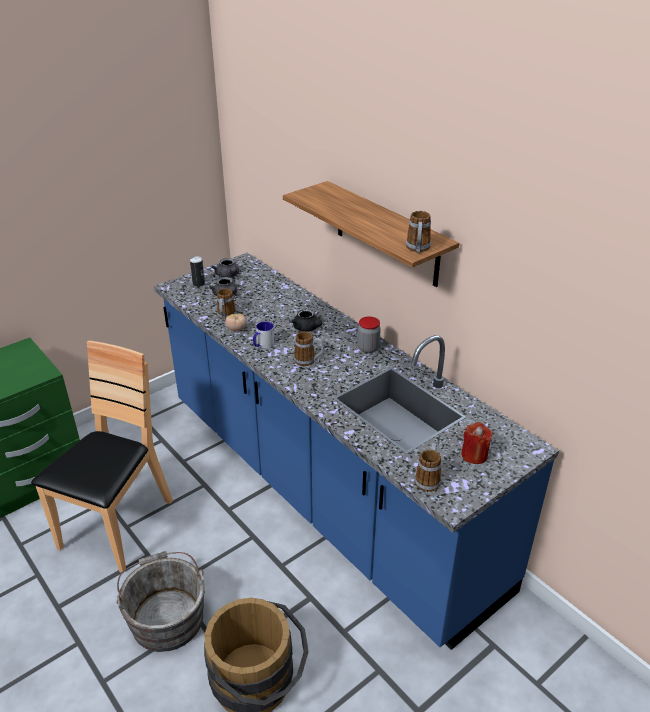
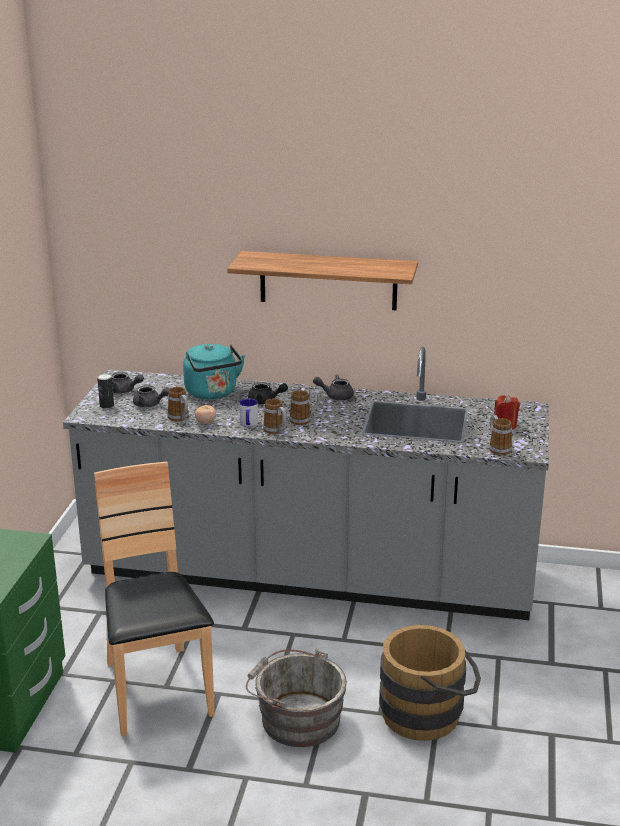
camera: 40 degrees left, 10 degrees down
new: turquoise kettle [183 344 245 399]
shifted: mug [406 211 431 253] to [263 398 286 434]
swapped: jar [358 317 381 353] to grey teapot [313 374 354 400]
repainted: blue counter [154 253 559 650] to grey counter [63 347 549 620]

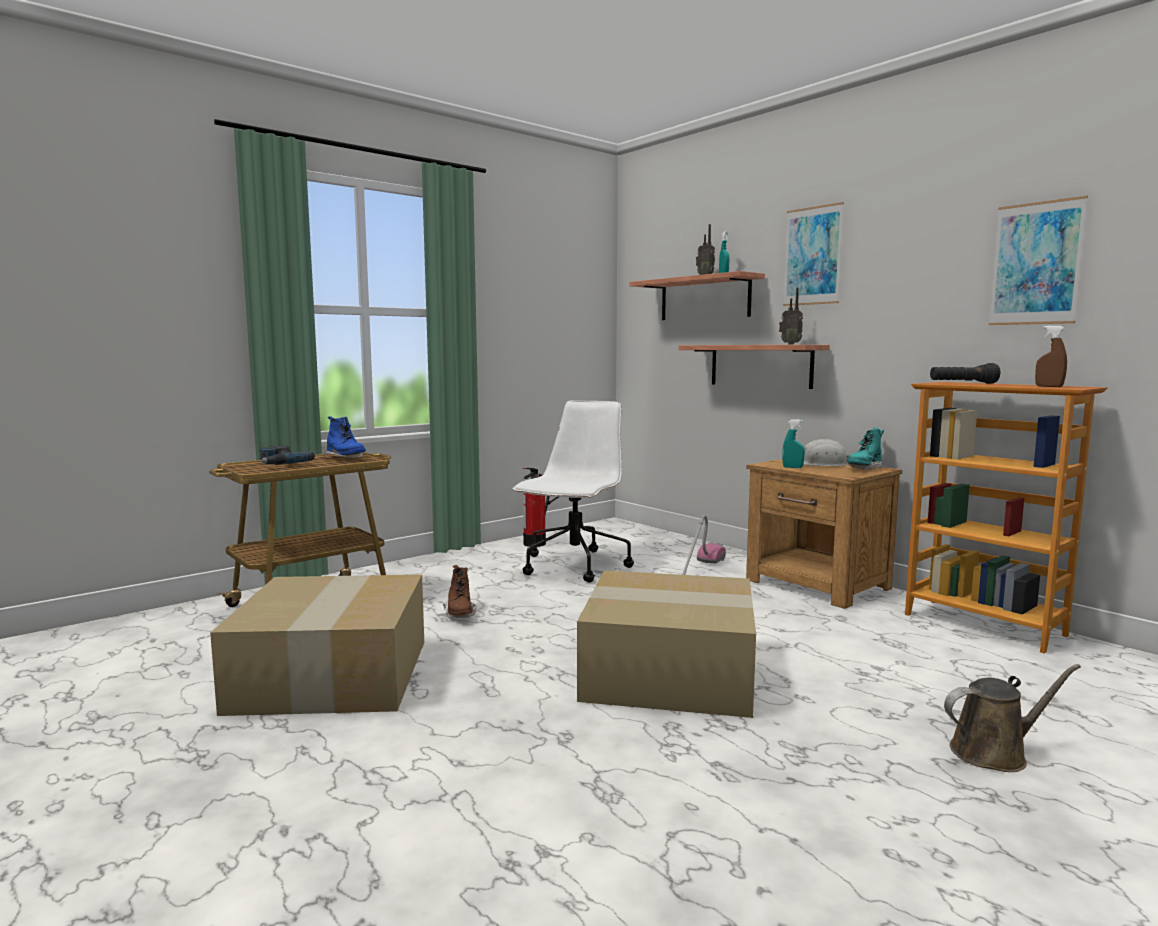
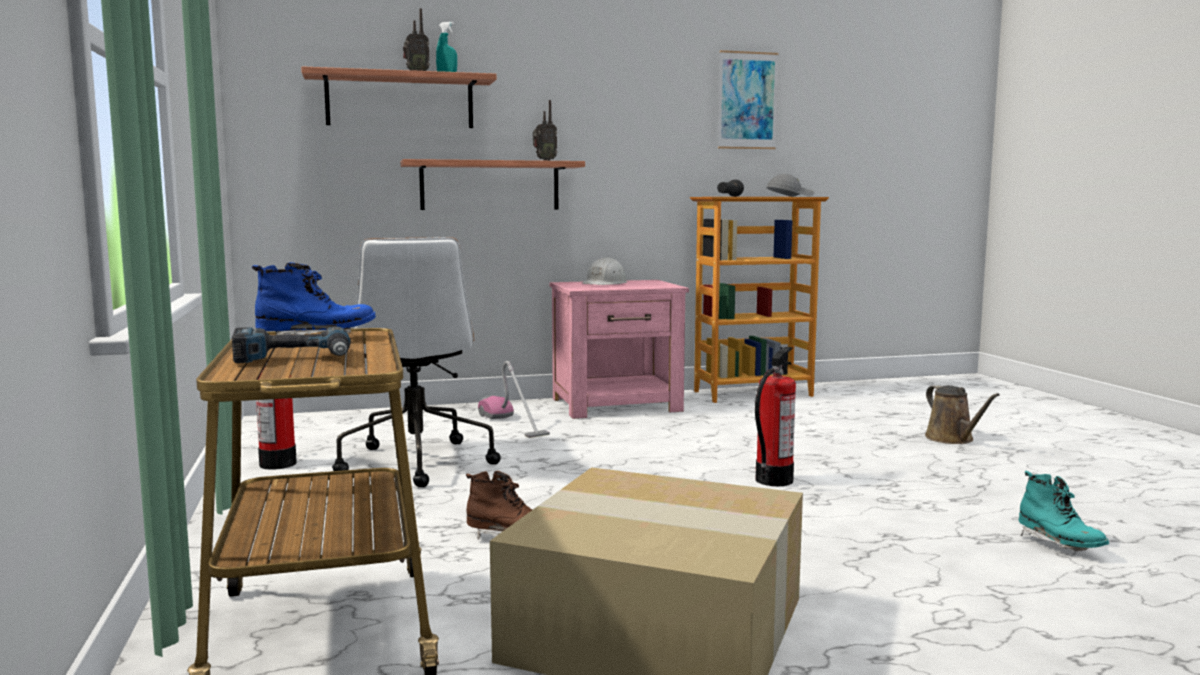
camera: 65 degrees left, 0 degrees up
gone: picture [783 202 844 306]; turquoise spray bottle [782 419 805 468]
shifted: turquoise boot [846 427 884 470] to [1019 471 1109 551]
swapped: brown spray bottle [1035 326 1067 387] to grey cap [766 174 814 197]; cardboard box [577 570 756 718] to fire extinguisher [755 347 796 486]
repainted: brown nightstand [746 459 902 609] to pink nightstand [549 280 689 419]
rotated: white office chair [513 400 634 583] = [332 237 501 487] 150 degrees counterclockwise; brown watering can [944 664 1081 772] = [925 385 1000 444] 150 degrees clockwise

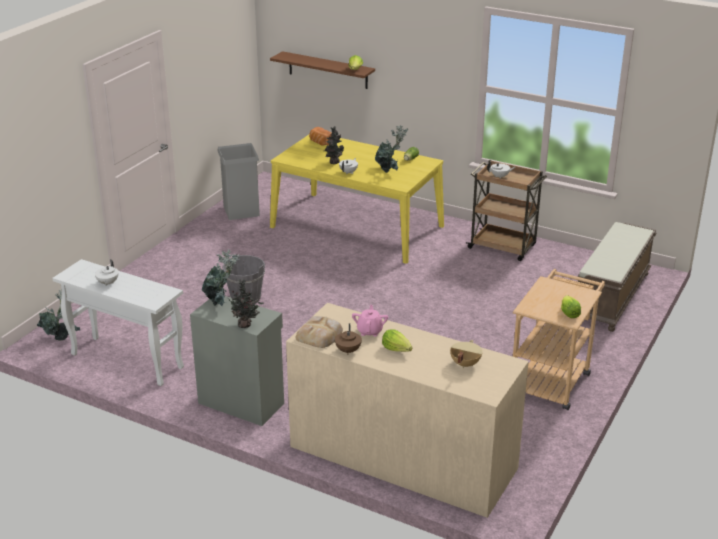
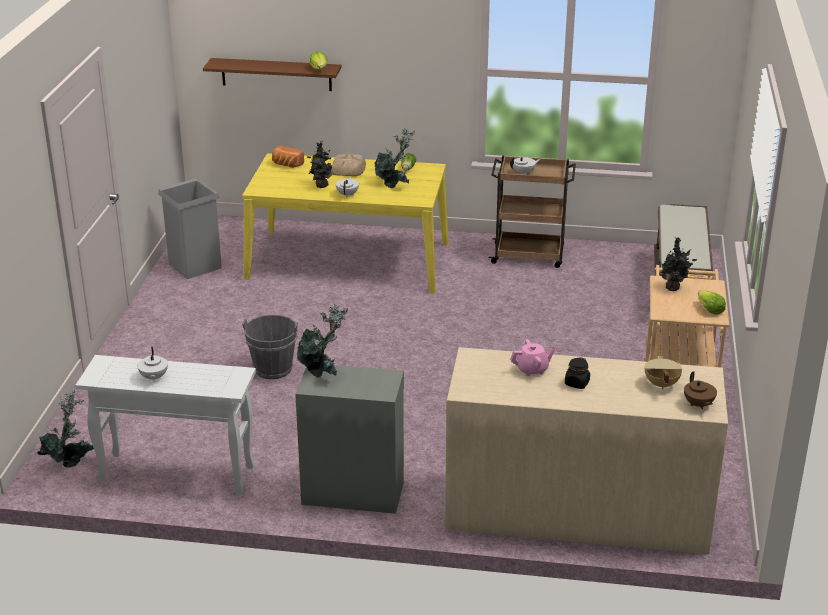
camera: 20 degrees left, 0 degrees up
shifted: potted plant [227 279 263 328] to [657 237 697 291]; bread [296 316 343 348] to [331 154 366 176]; brown teapot [335 323 362 355] to [684 371 717 409]
swapped: lettuce [382 329 412 352] to black jar [565 357 590 389]
rotated: pink teapot [352 305 388 337] = [510 339 556 376] 90 degrees clockwise

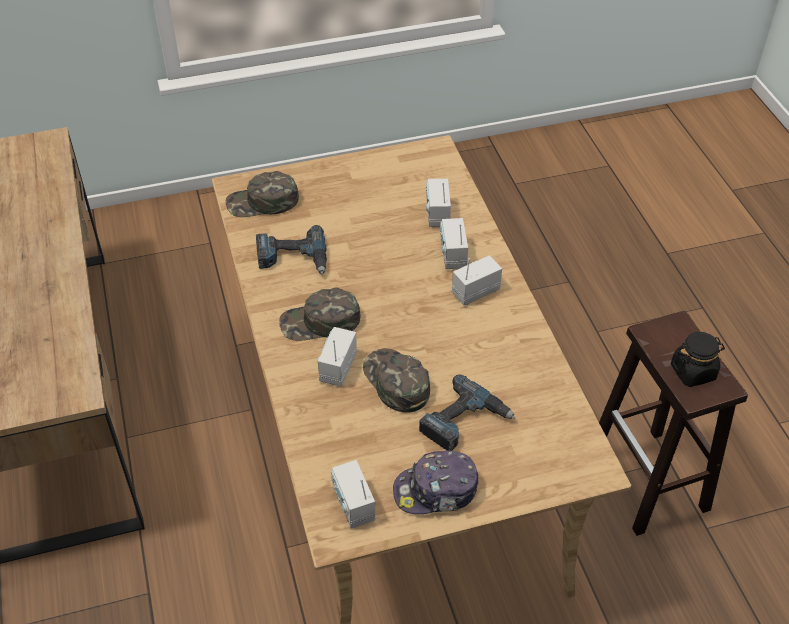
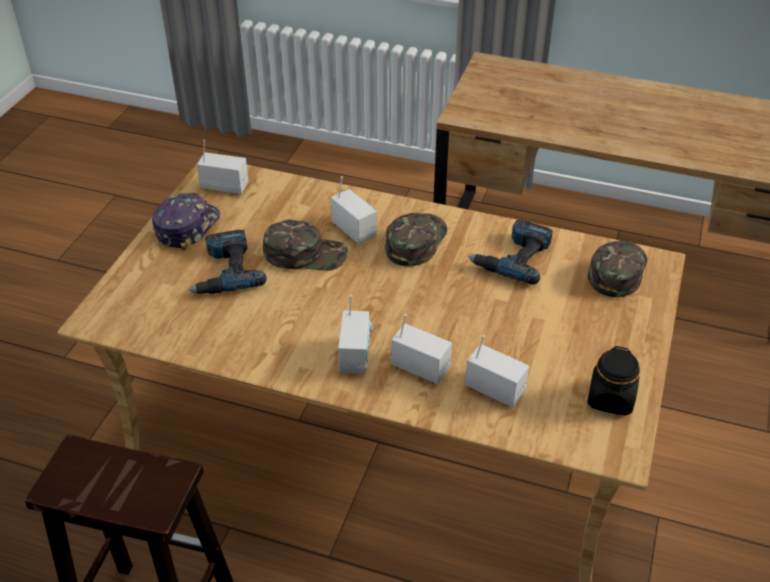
camera: 125 degrees right, 5 degrees down
shifted: black jar [671 332 725 387] to [587 346 640 416]

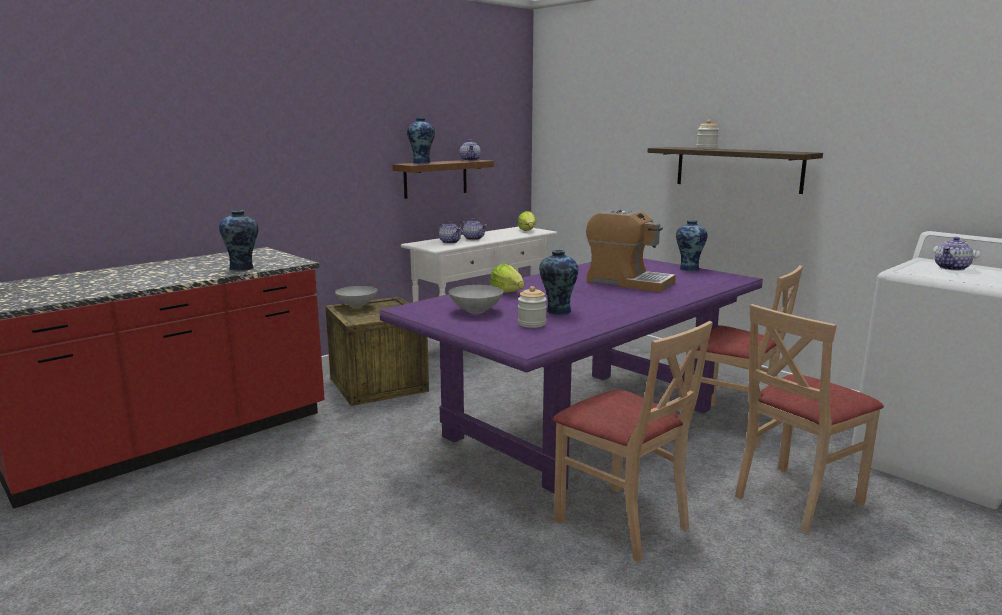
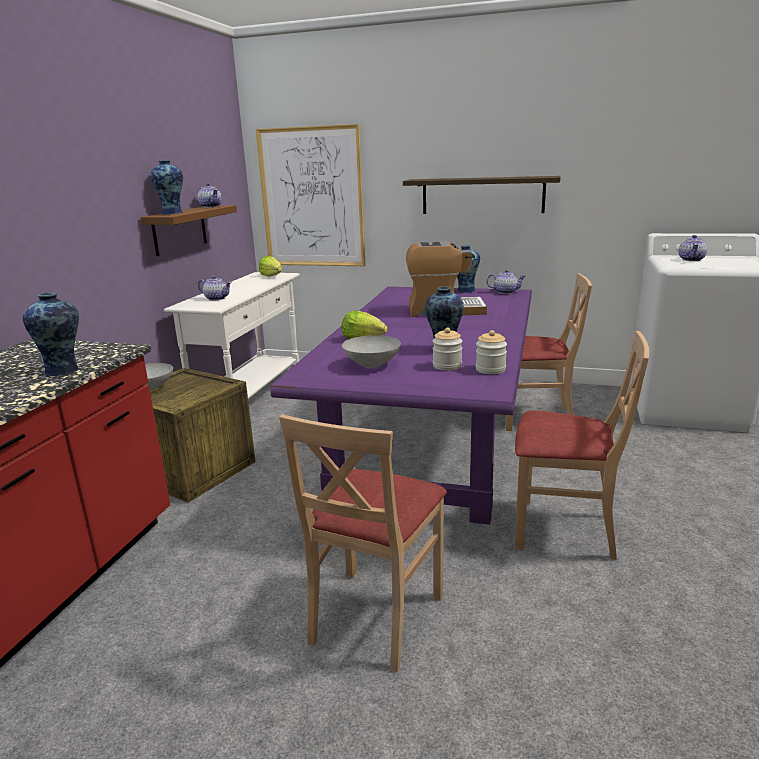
camera: 30 degrees left, 5 degrees up
new: picture [256 124 366 266]
shifted: jar [696 120 719 149] to [476 330 507 374]; teapot [459 218 487 240] to [487 270 526 294]; beige chair [735 304 884 533] to [279 414 447 672]

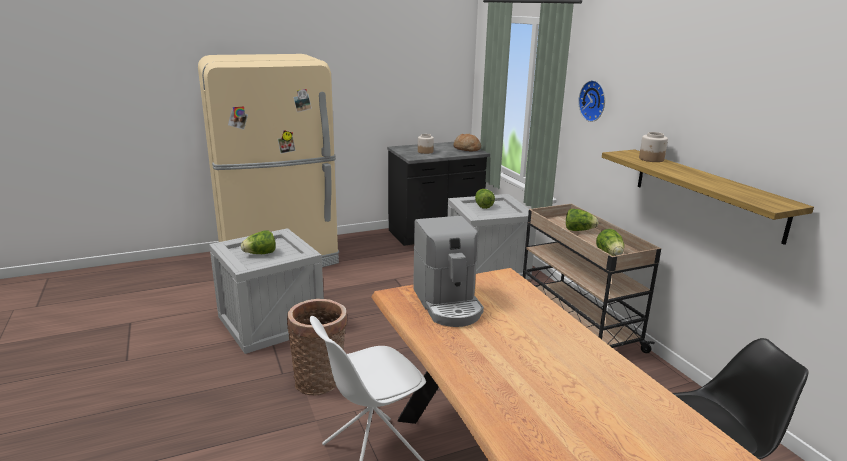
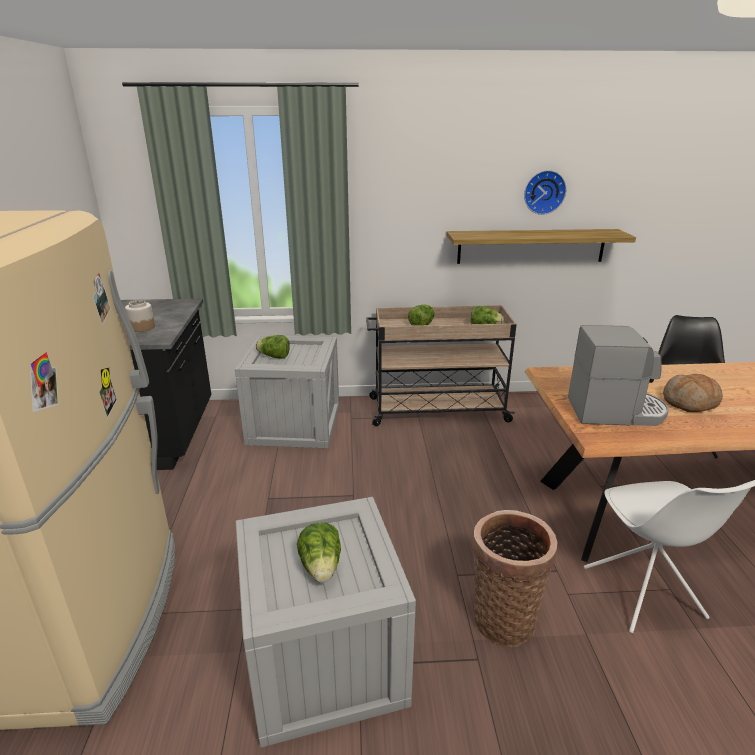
camera: 70 degrees left, 5 degrees up
gone: jar [639 132 668 162]
shifted: wall clock [578 80 605 122] to [524 170 566 215]; bread [453 134 481 152] to [663 374 723 412]

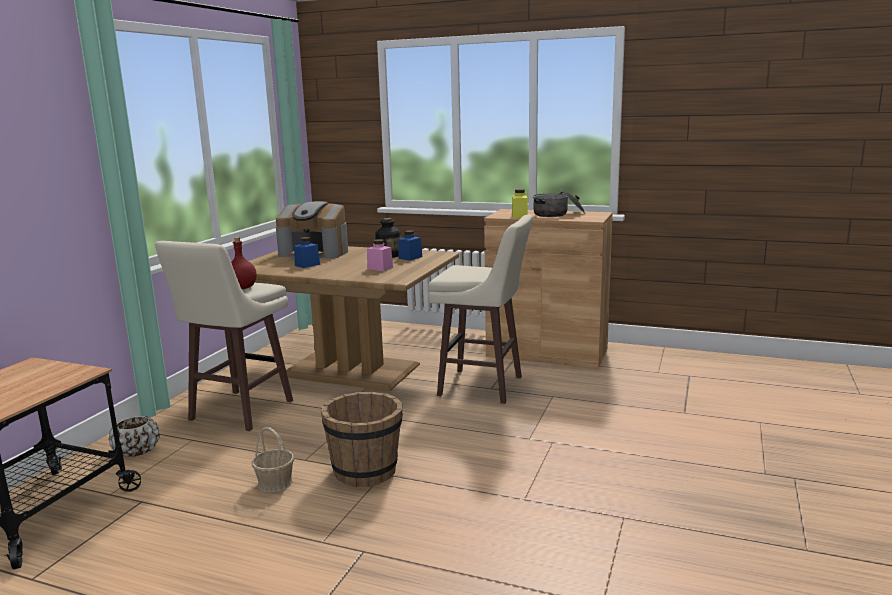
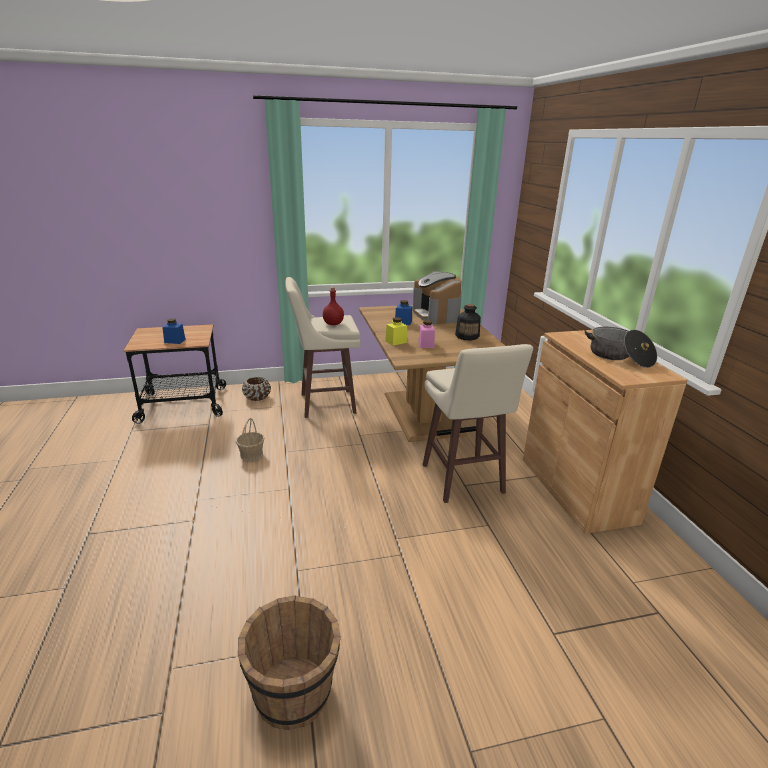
camera: 55 degrees right, 10 degrees up
shifted: yellow jar [512 189 528 218] to [385 317 407 346]; blue jar [398 230 422 261] to [162 318 186 344]; brown bucket [321 392 403 487] to [238 595 341 730]

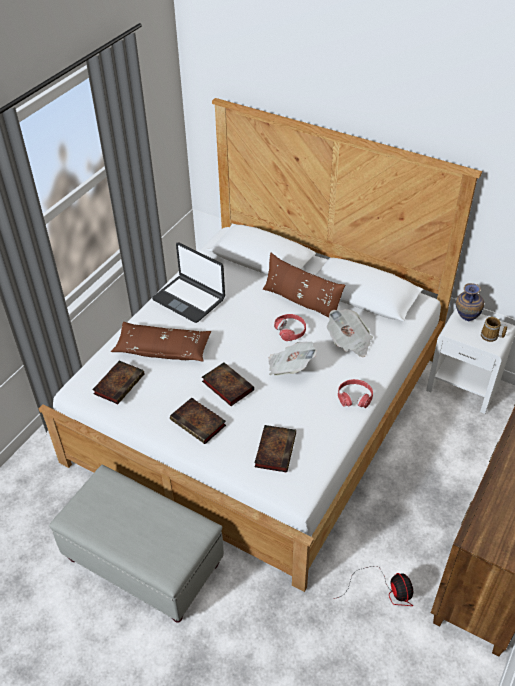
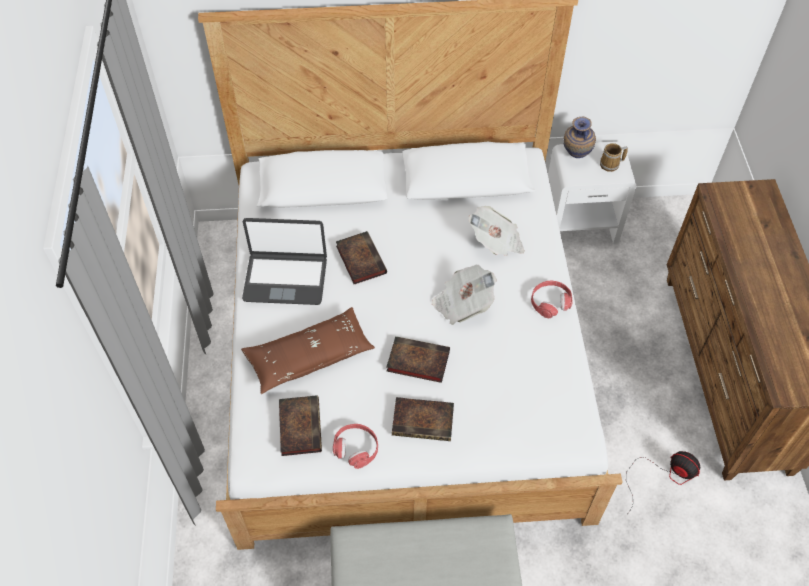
camera: 35 degrees left, 10 degrees up
gone: brown pillow [263 253 345 318]
shifted: red headphones [274 314 306 341] to [333 424 378 469]; book [254 425 296 472] to [336 231 387 284]

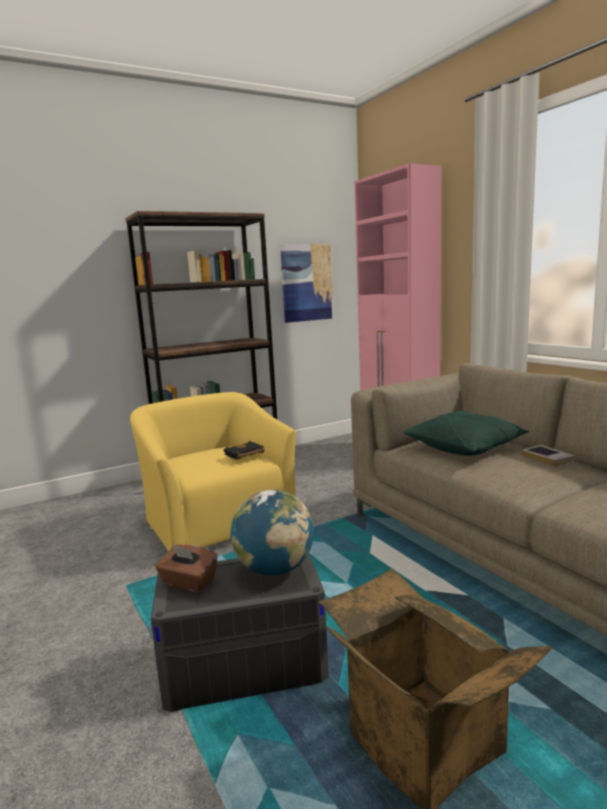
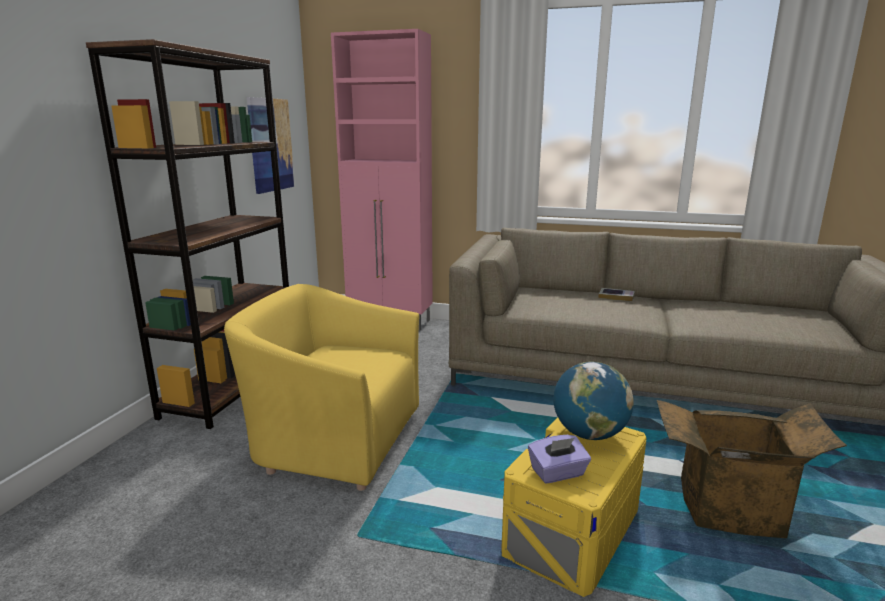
camera: 45 degrees left, 5 degrees up
gone: green pillow [403 411 529 456]; black book [223 441 265 460]
repainted: brown tissue box [156 544 218 592] to purple tissue box [528 435 591 483]; grey storage box [151 553 329 712] to yellow storage box [501 418 647 597]

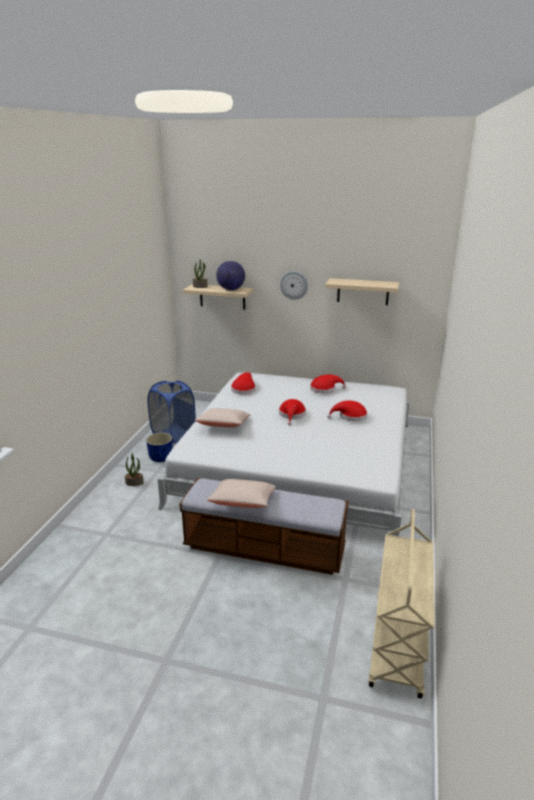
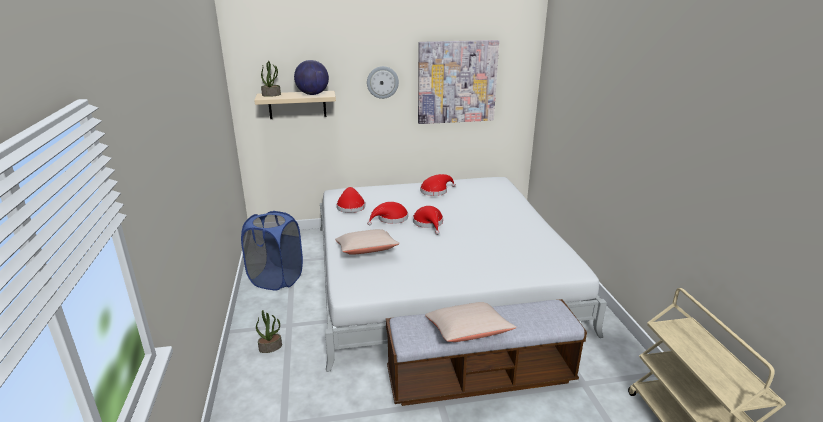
camera: 25 degrees left, 0 degrees up
gone: blue planter [146 433 173 462]
shifted: red hat [327 401 367 421] to [367 202 408 225]
swapped: beige shelf [325 278 399 305] to picture [418 40 499 124]

